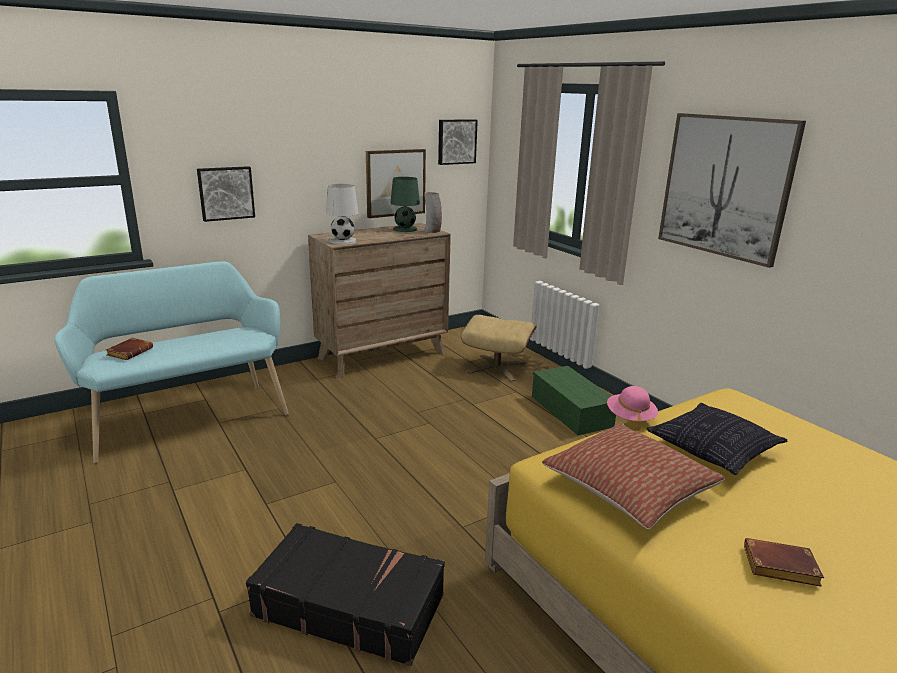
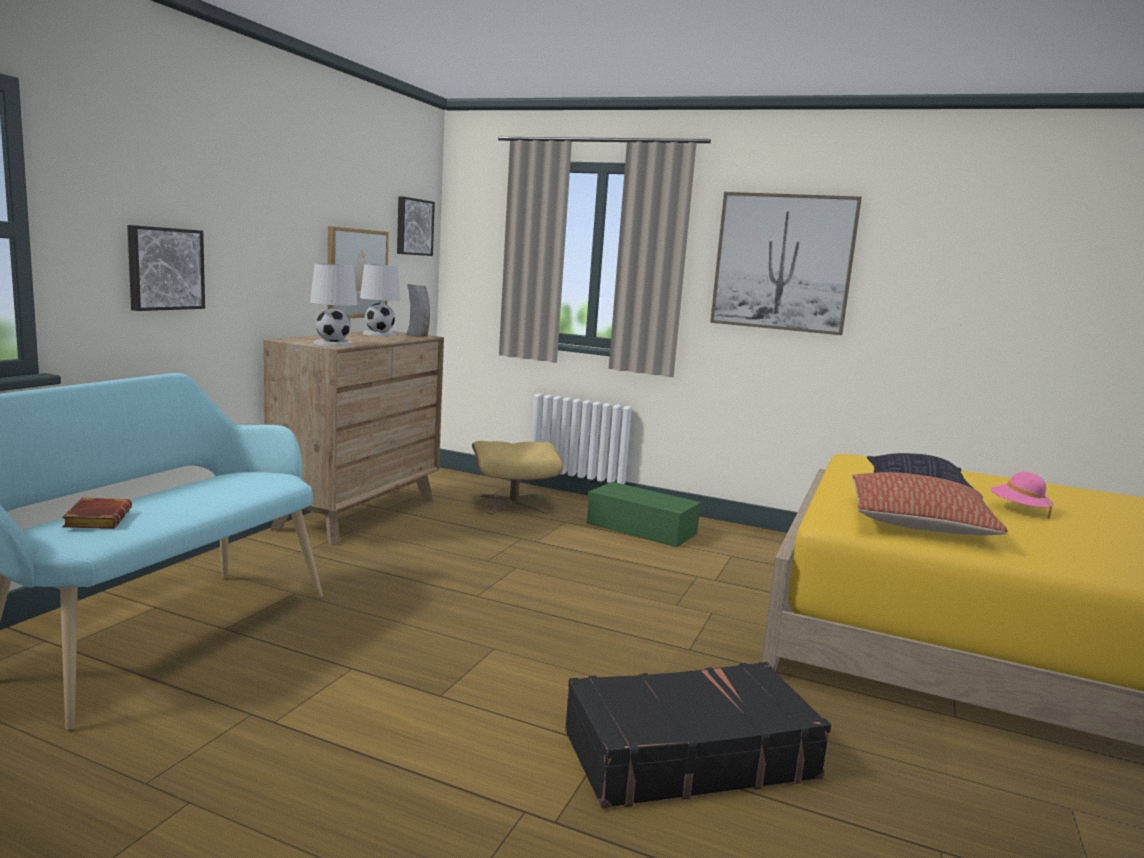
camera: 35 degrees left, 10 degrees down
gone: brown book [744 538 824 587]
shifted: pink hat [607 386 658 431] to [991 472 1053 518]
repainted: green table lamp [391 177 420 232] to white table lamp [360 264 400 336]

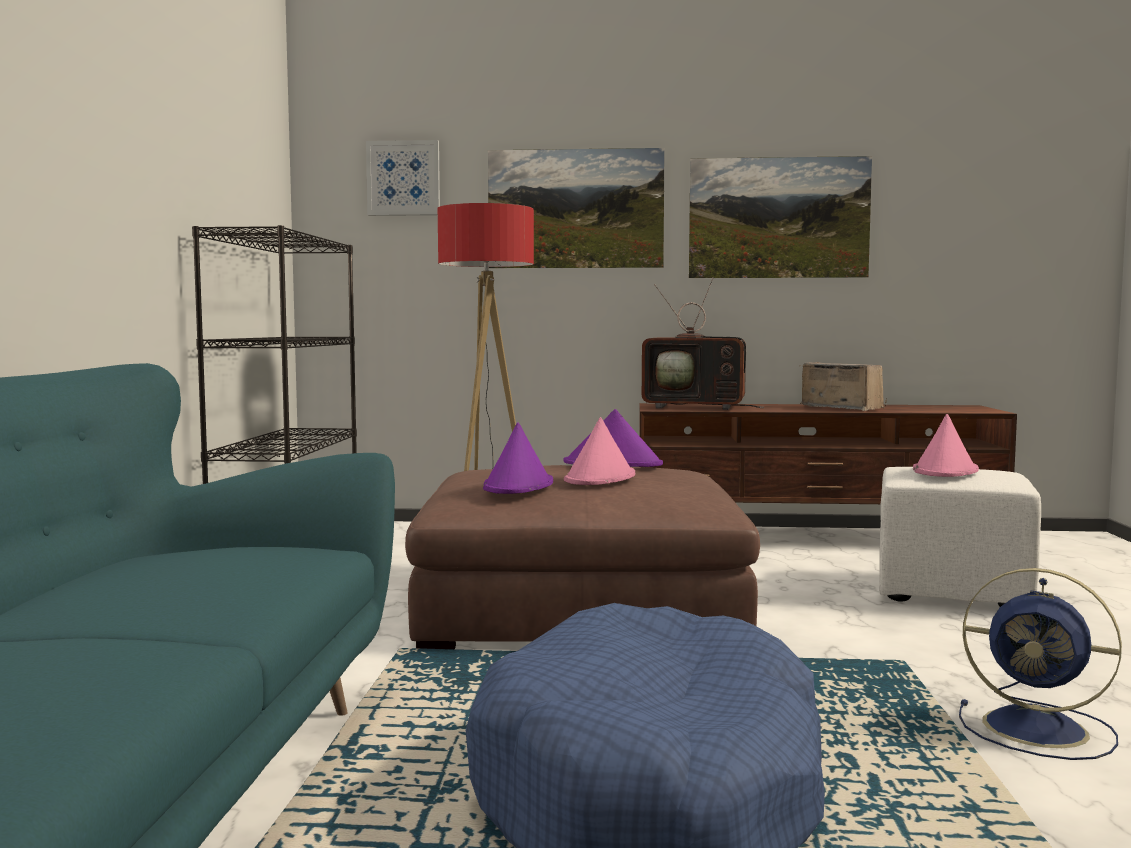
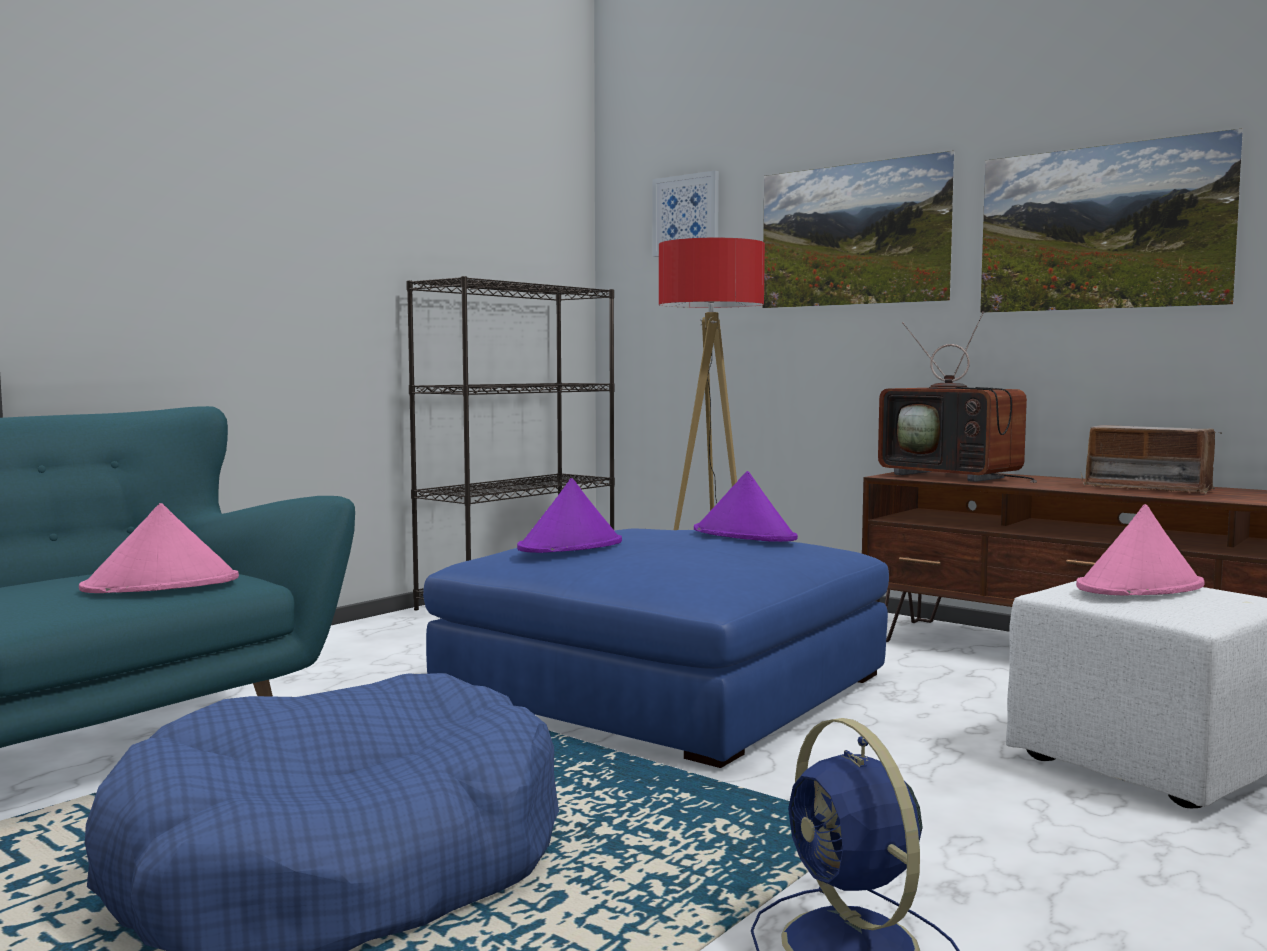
camera: 35 degrees right, 0 degrees up
shifted: pink hat [564 417 635 485] to [79 503 239 593]
repainted: brown ottoman [405 465 760 649] to blue ottoman [423 528 889 768]
rotated: radio [799 362 887 411] = [1080 425 1222 494] 135 degrees clockwise

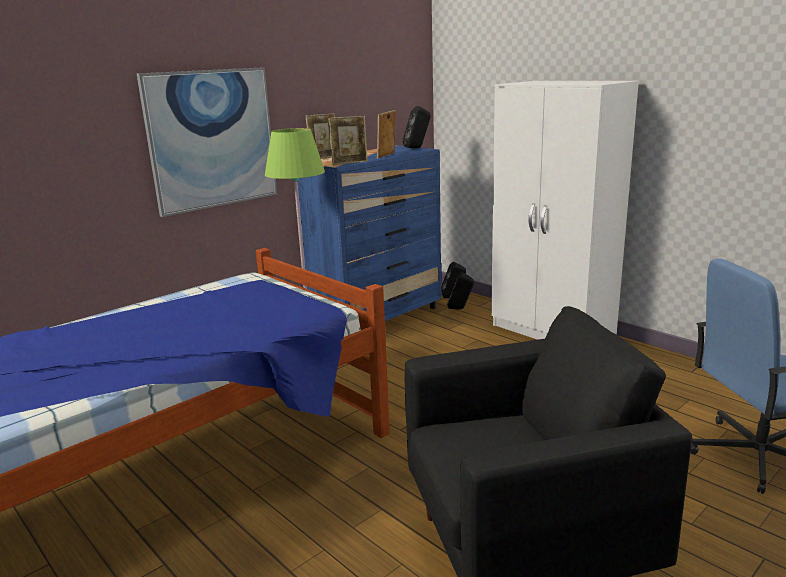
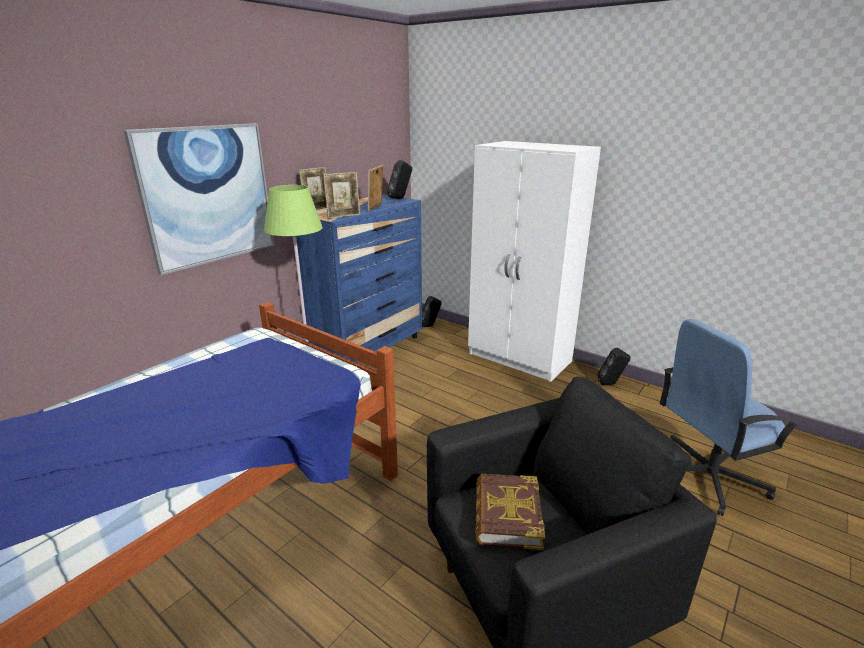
camera: 10 degrees left, 5 degrees up
new: book [475 474 545 550]
shifted: black speaker [447 272 474 309] to [598 347 631 385]

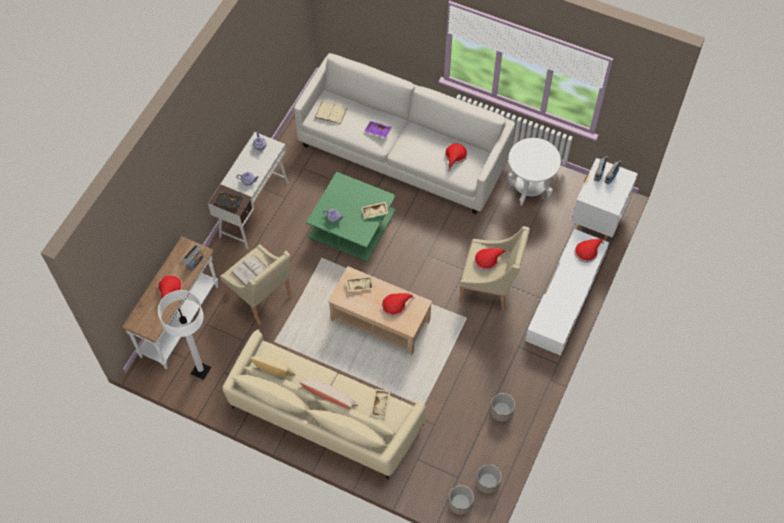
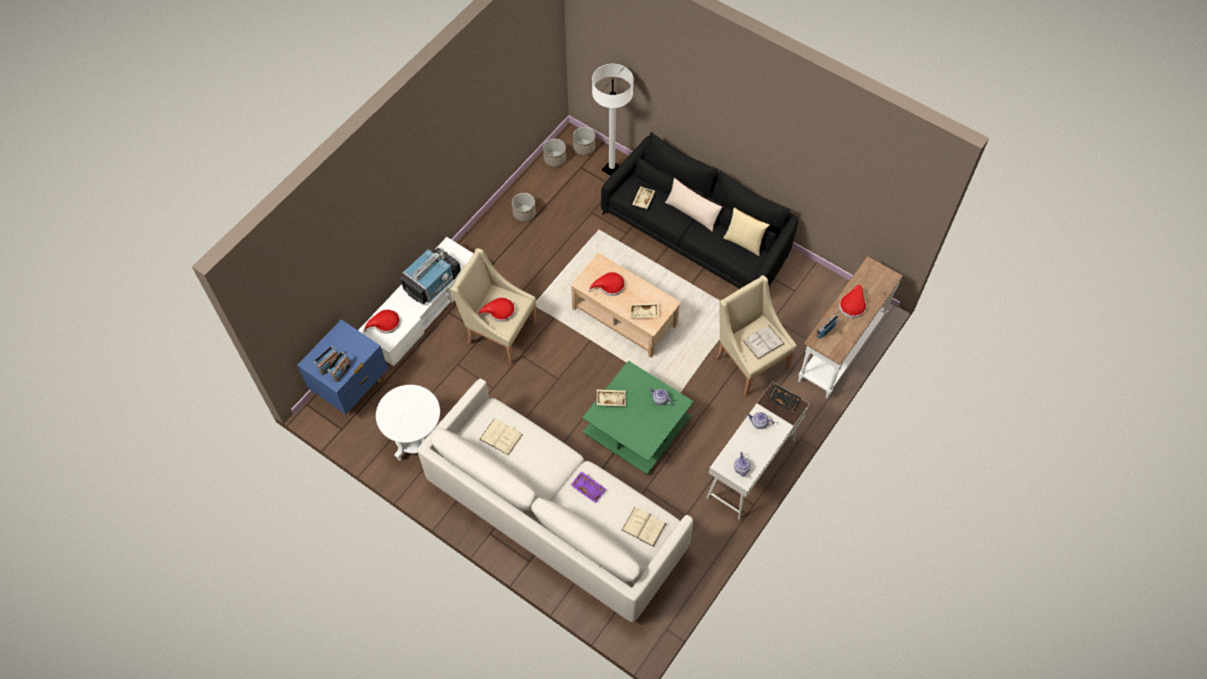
camera: 170 degrees left, 0 degrees up
new: television [401 247 461 304]
shifted: white floor lamp [158 290 211 380] to [592 64 634 176]
swapped: red hat [445 143 467 172] to beige book [479 419 523 455]
repainted: white nightstand [571 158 638 241] to blue nightstand [297 319 388 415]; beige sofa [222 329 425 479] to black sofa [601 132 798 289]

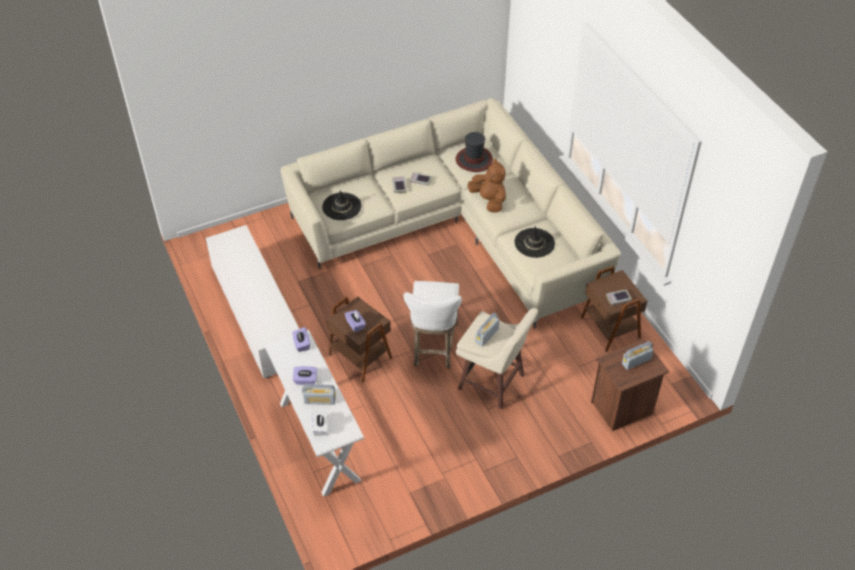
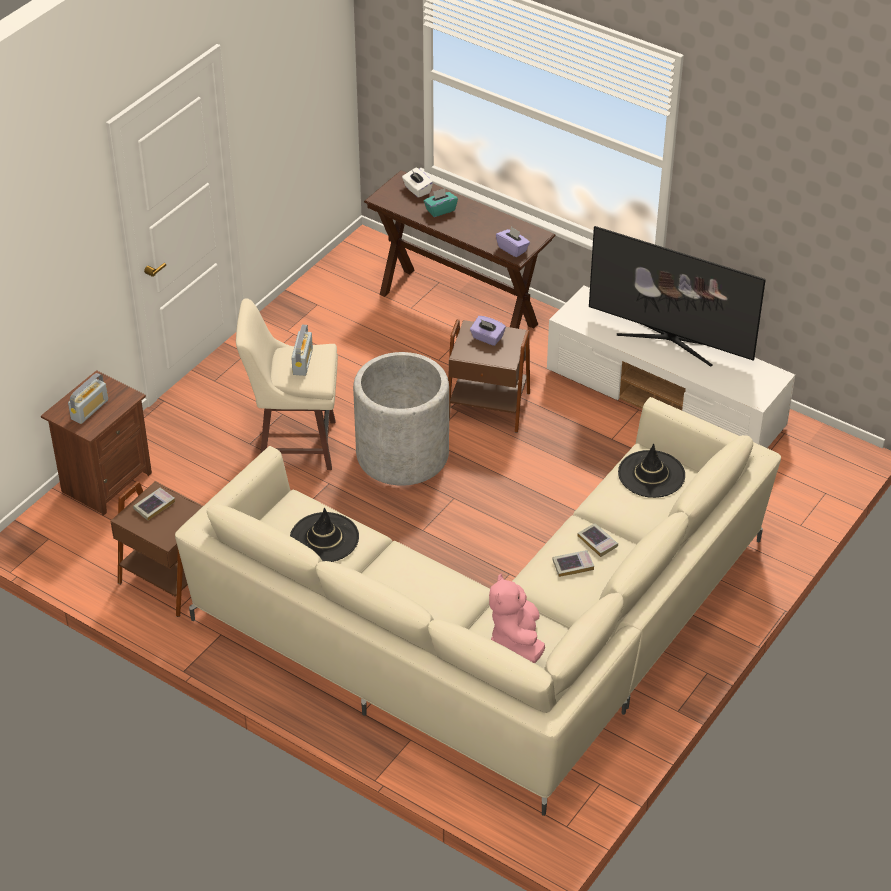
camera: 150 degrees right, 5 degrees down
gone: brown plush toy [468 159 506 213]; purple tissue box [293 366 317 385]
new: television [589 226 766 367]
swapped: hat [455 132 493 172] to pink plush toy [489 573 545 663]; white stool [403 281 462 369] to grey planter [353 352 449 486]; radio [302 384 336 405] to turquoise tissue box [424 188 458 217]
repainted: white console table [264 330 364 497] to brown console table [364 171 556 329]

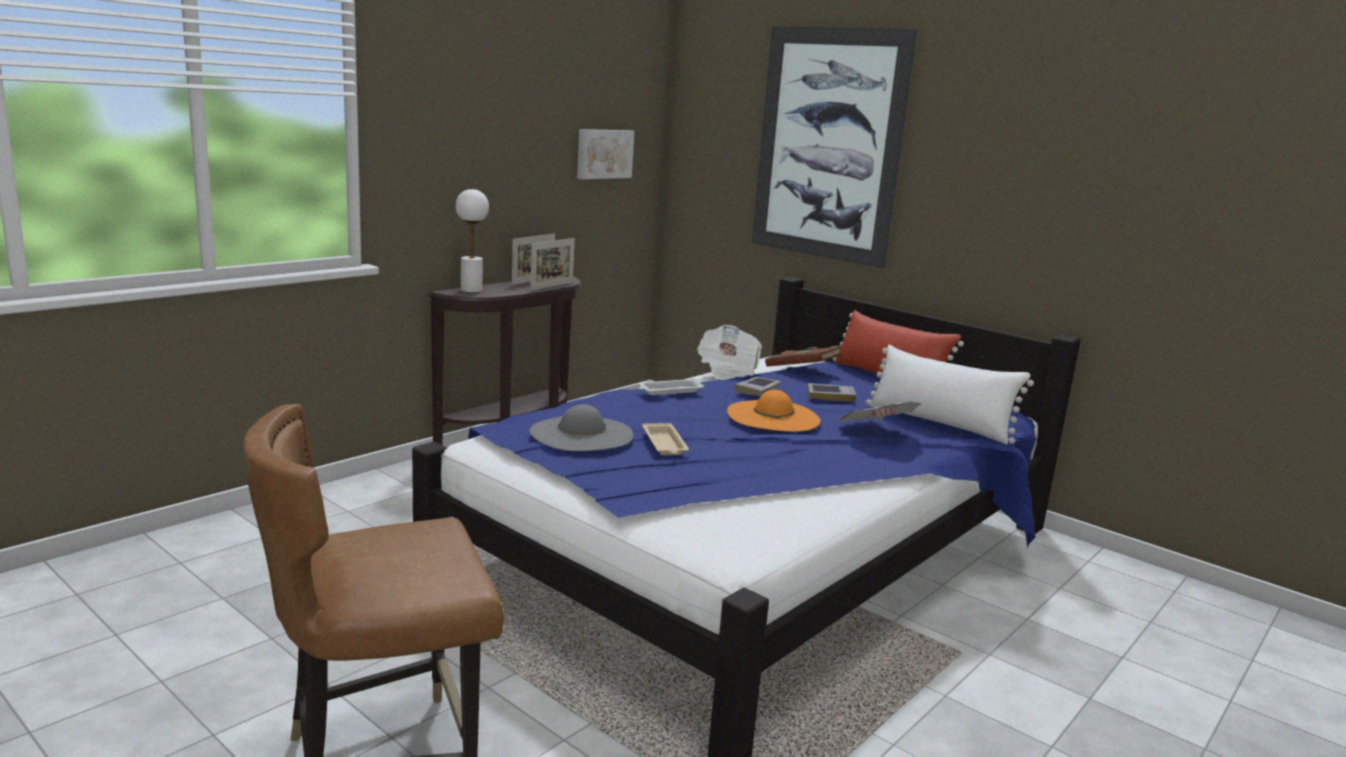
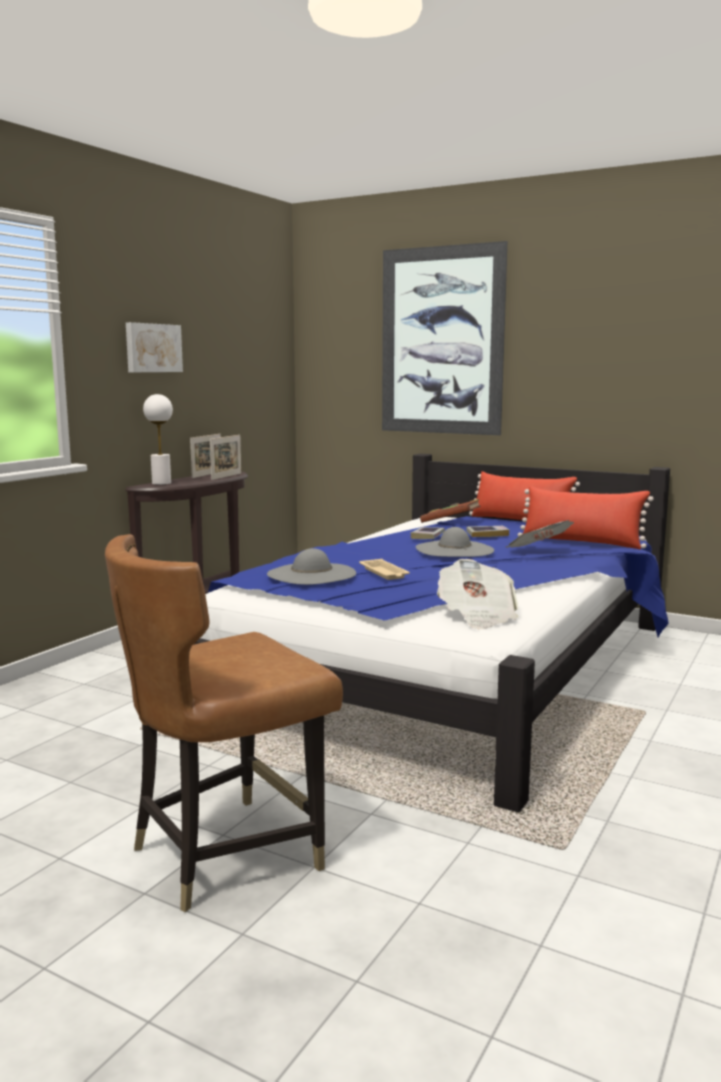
camera: 10 degrees left, 5 degrees down
gone: white tray [638 378 704 395]
shifted: picture [577 129 634 179] to [126 322 183 372]; newspaper [697 325 762 380] to [437 559 518 629]
repainted: white pillow [866 345 1034 445] to red pillow [518 486 653 549]; orange hat [727 390 821 432] to grey hat [416 527 494 557]

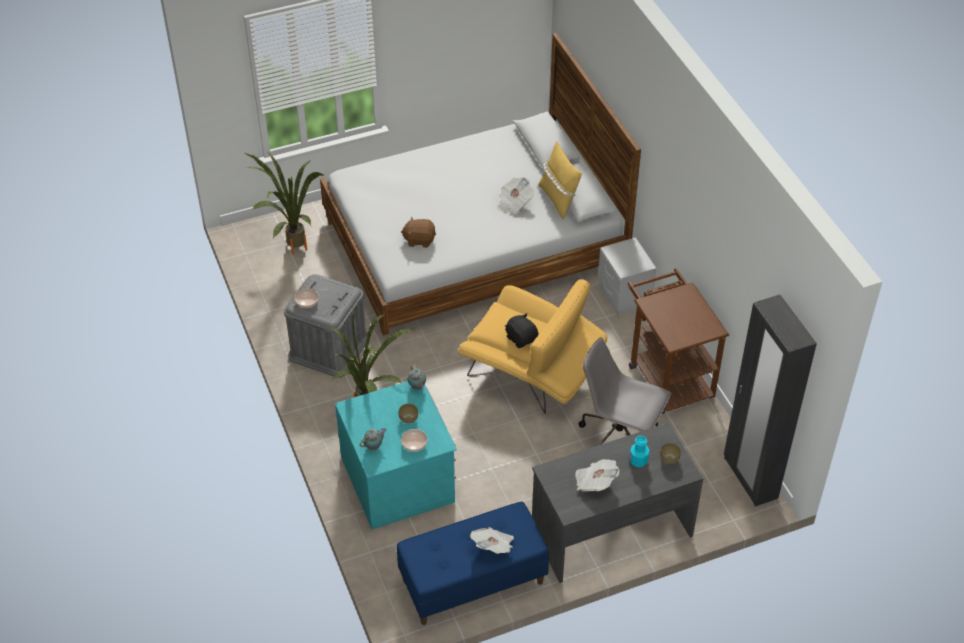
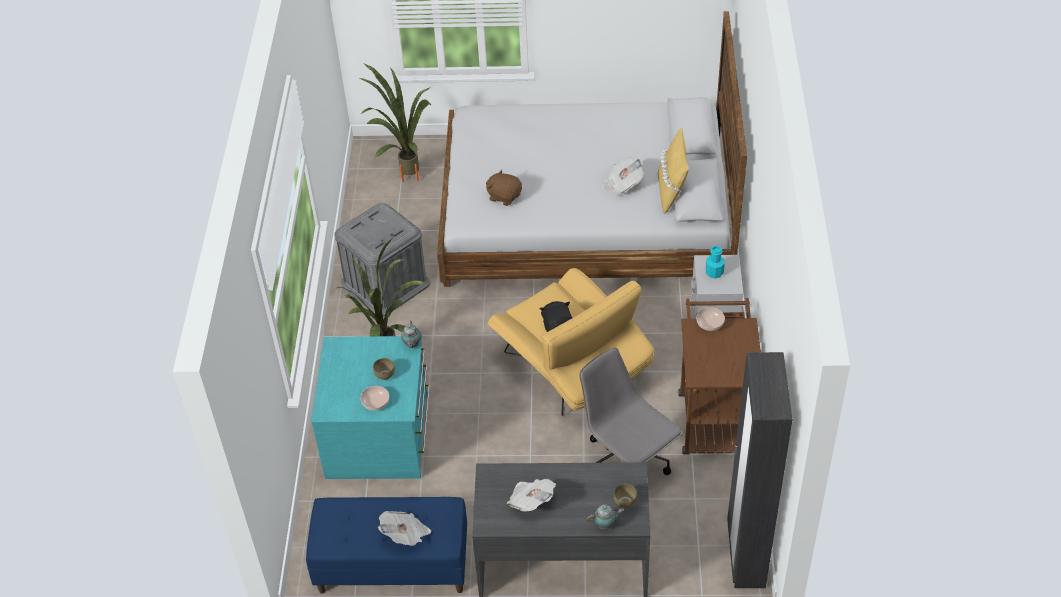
camera: 25 degrees right, 0 degrees up
shifted: bowl [295 289 319 308] to [696 307 725 331]; teapot [359 428 387 450] to [587 504 624 530]; turquoise bottle [629 436 649 467] to [706 246 725 279]

